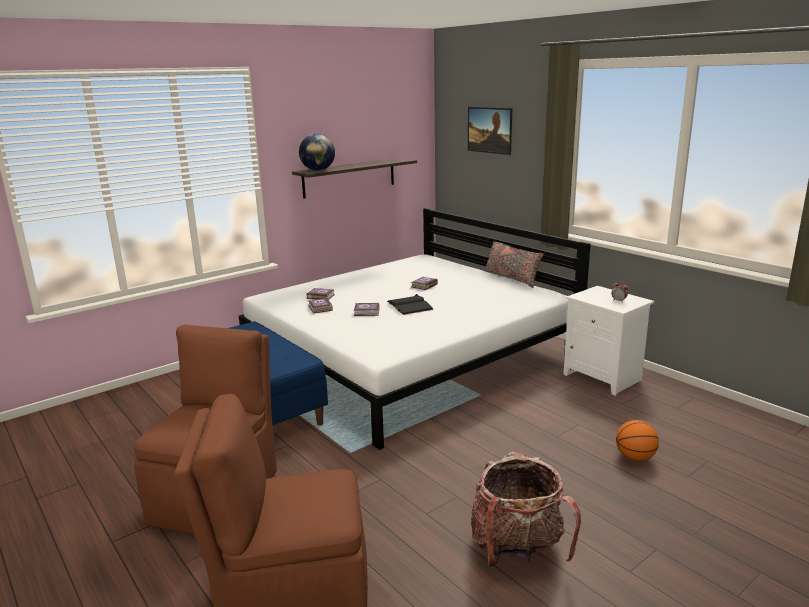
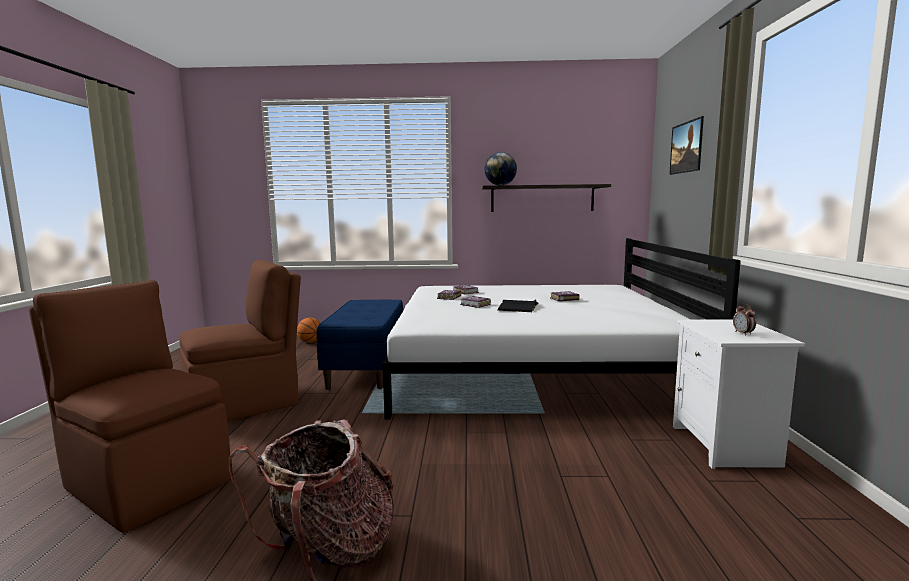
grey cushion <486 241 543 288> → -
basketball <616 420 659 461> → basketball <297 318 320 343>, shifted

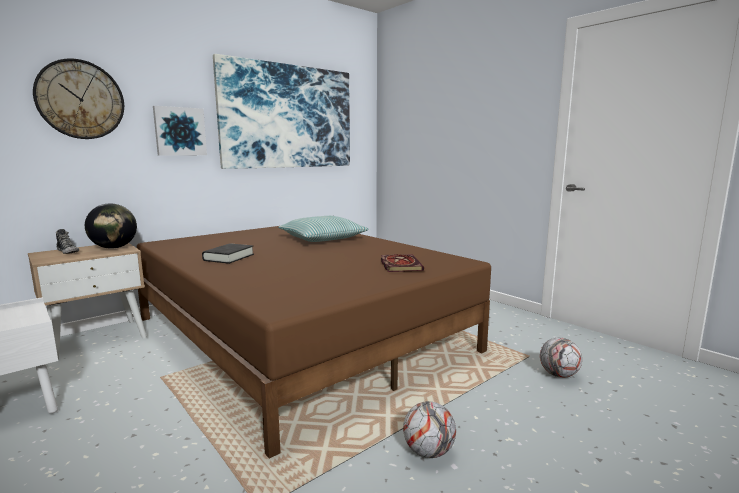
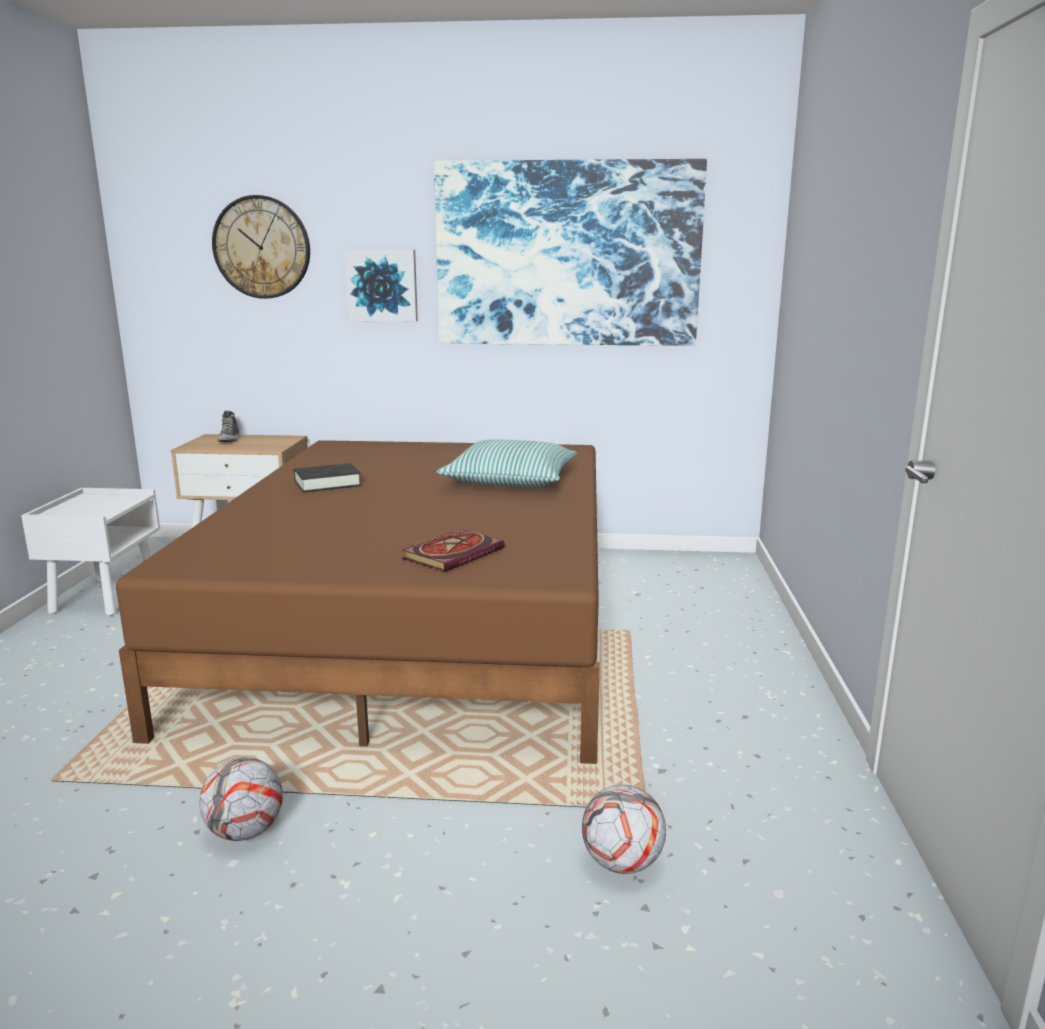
desk globe <85 204 137 249> → -

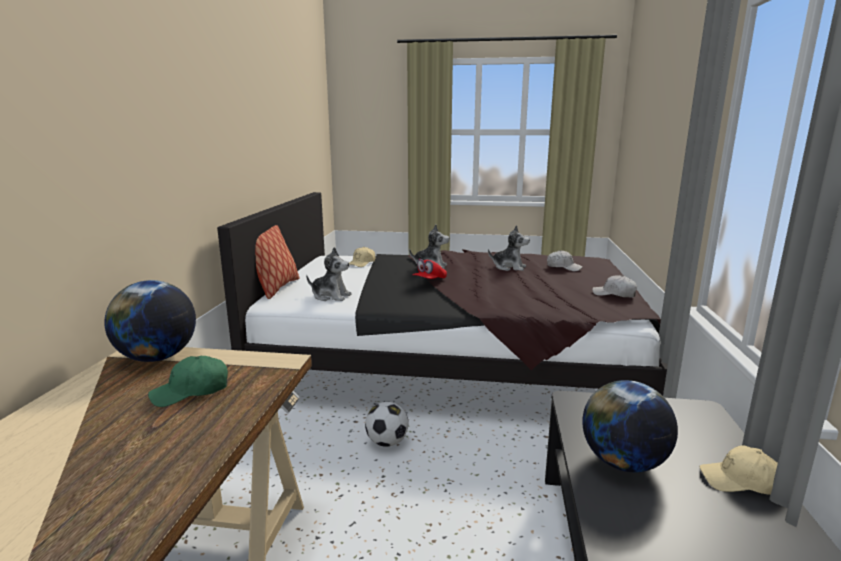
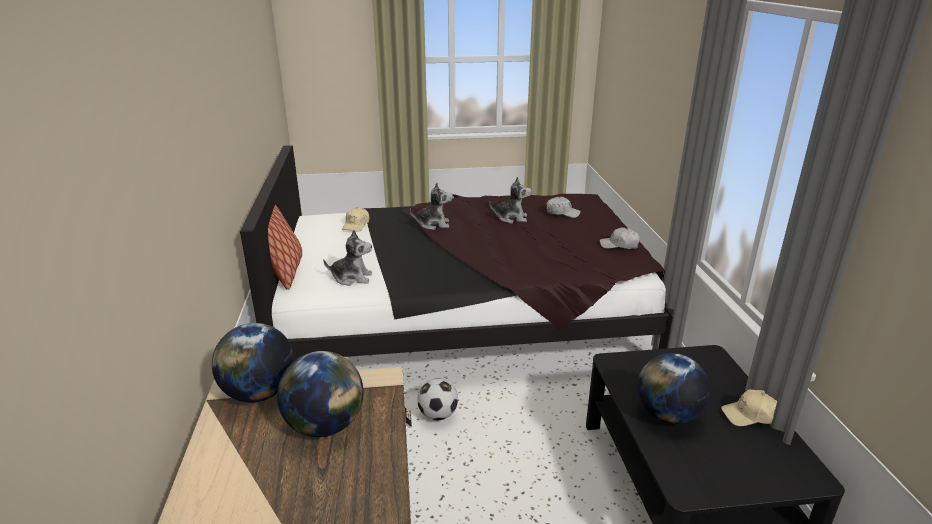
reddish cap <412 259 447 279> → -
greenish cap <148 356 228 407> → desk globe <277 351 363 437>

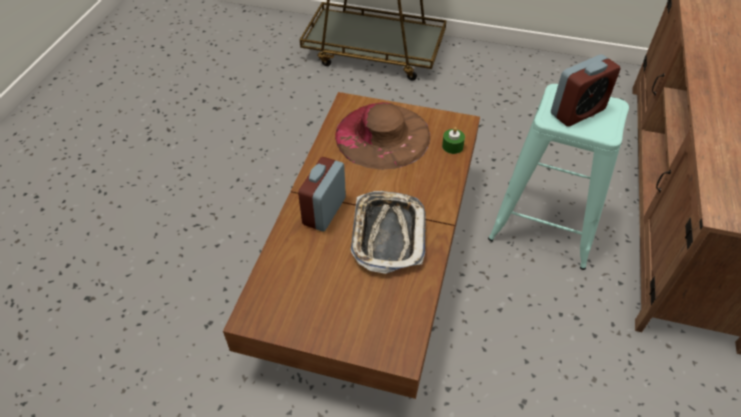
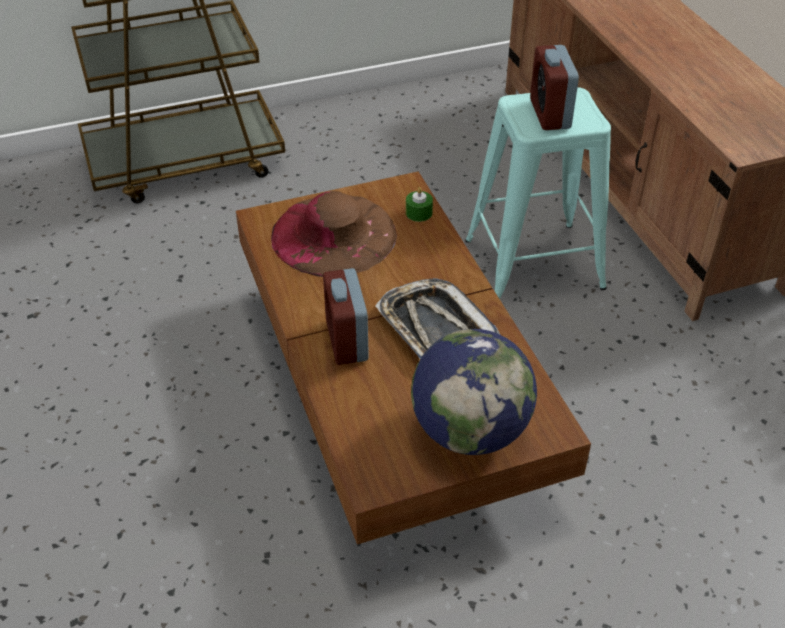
- → desk globe <411 329 537 455>
table clock <551 54 621 127> → table clock <530 45 579 130>, 150 degrees clockwise

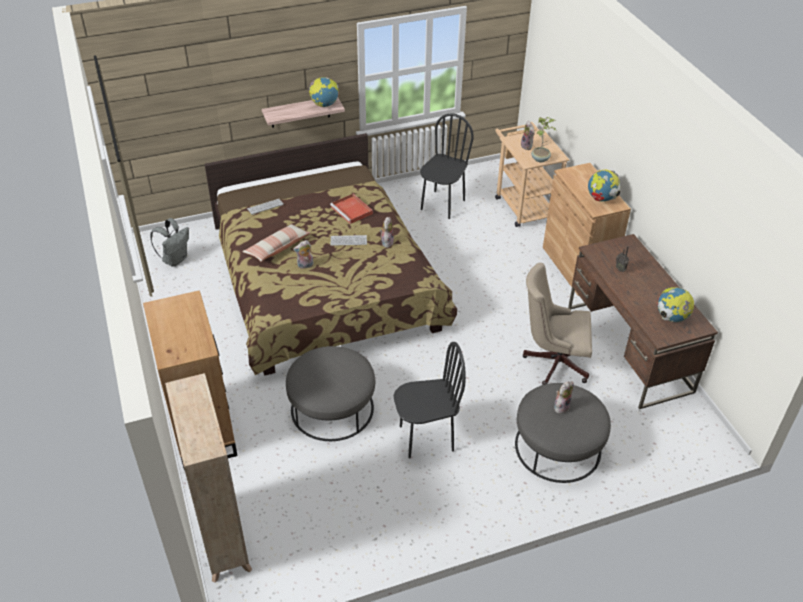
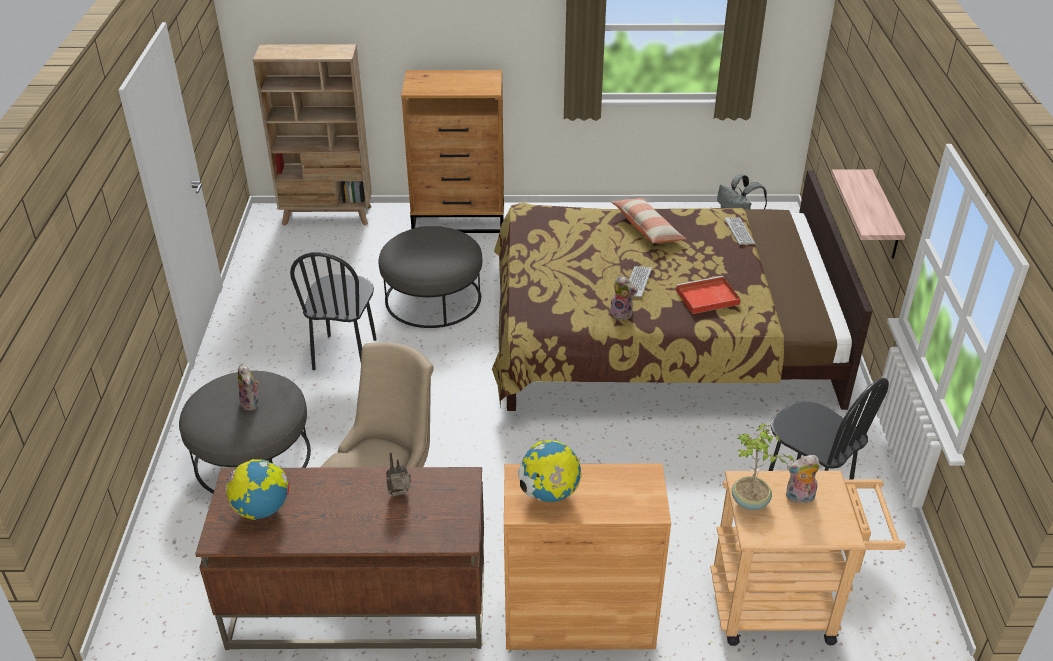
cuddly toy <293 240 313 269> → -
desk globe <309 77 339 107> → -

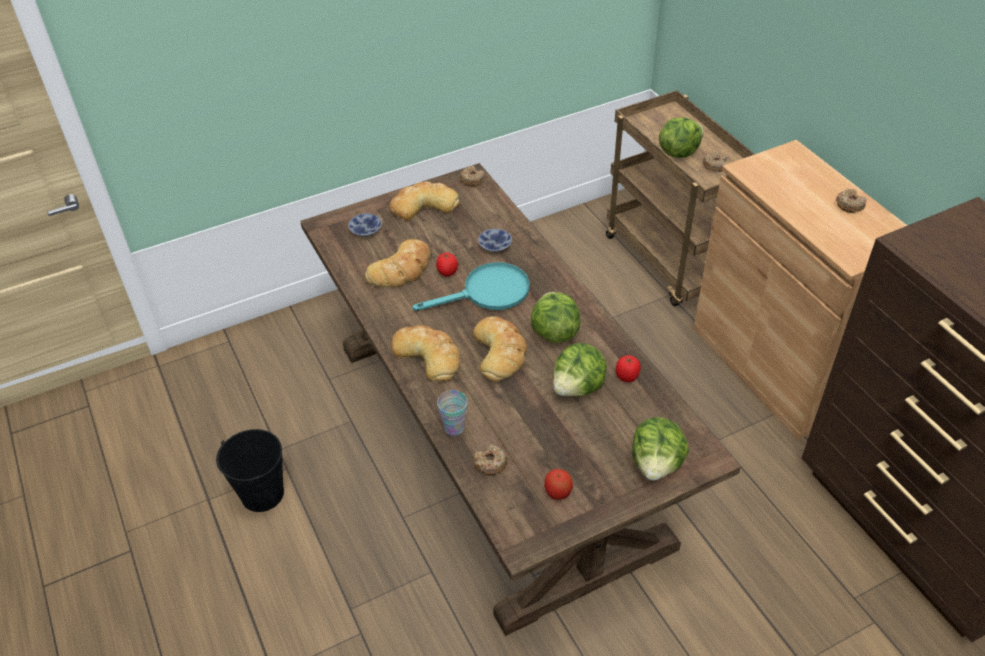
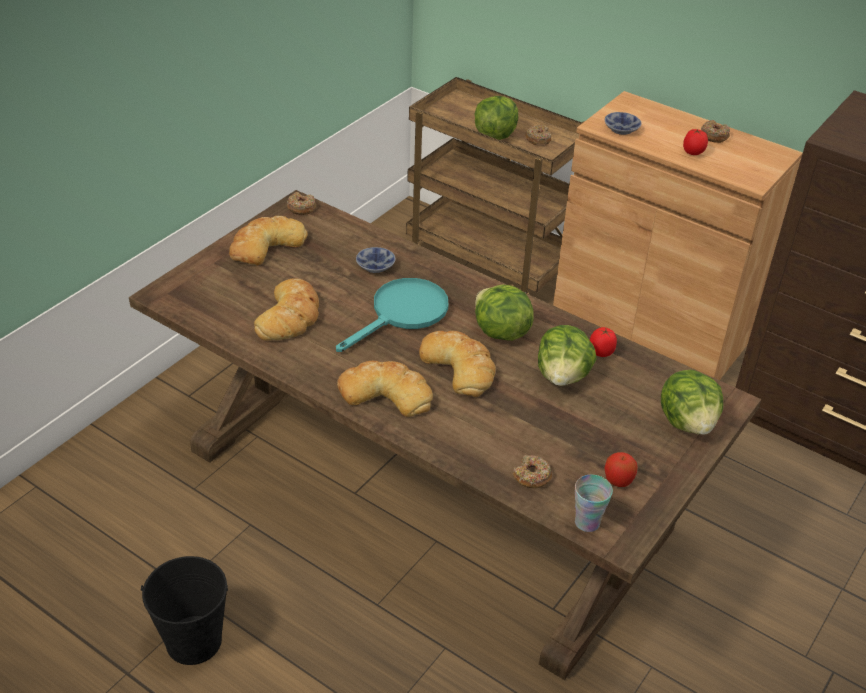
serving bowl <349 213 382 237> → serving bowl <605 112 641 135>, shifted
tomato <436 253 458 276> → tomato <683 129 708 155>, shifted
drinking cup <437 390 467 436> → drinking cup <575 475 613 532>, shifted

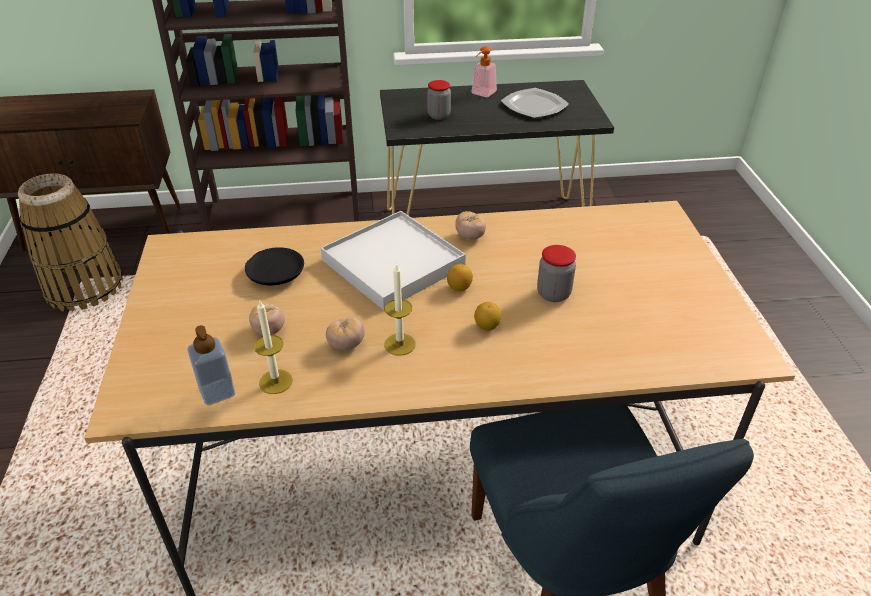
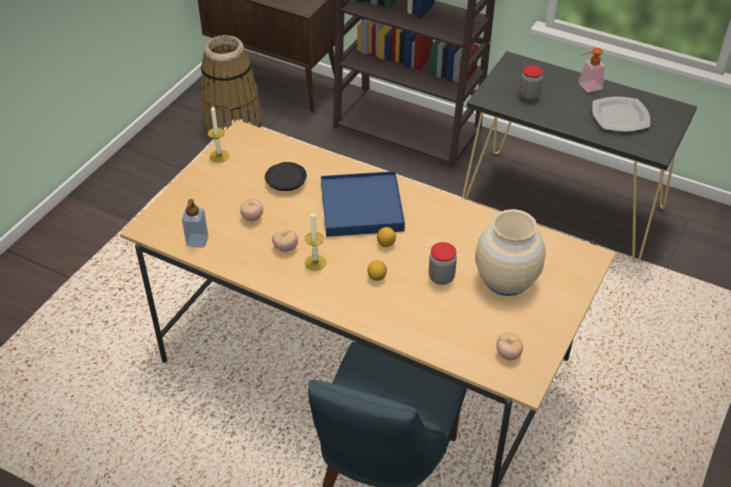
- → sand-coloured vase <475 209 546 296>
wax candle <254 299 293 394> → wax candle <208 105 229 163>, shifted
tomato <455 211 486 240> → tomato <496 332 523 360>, shifted
white tray <321 211 466 311> → blue tray <321 171 405 237>

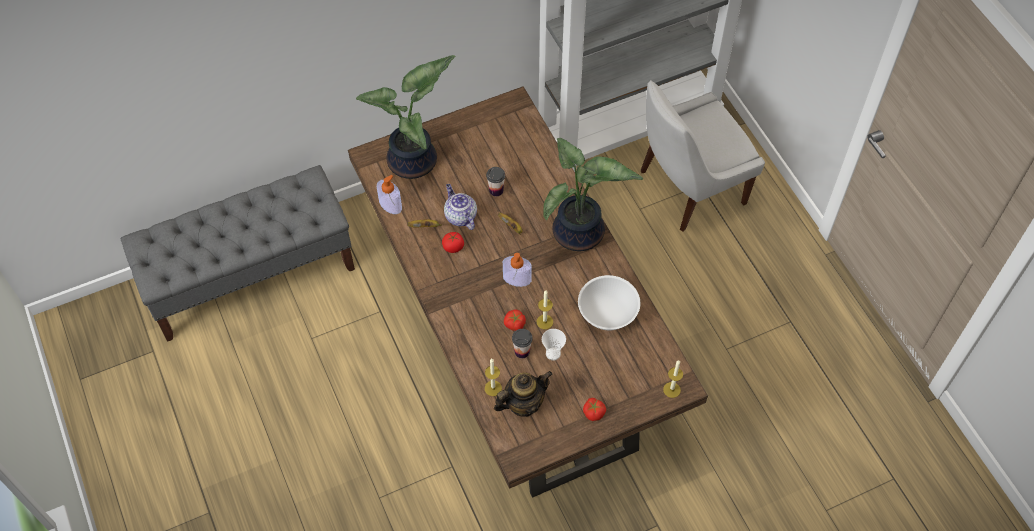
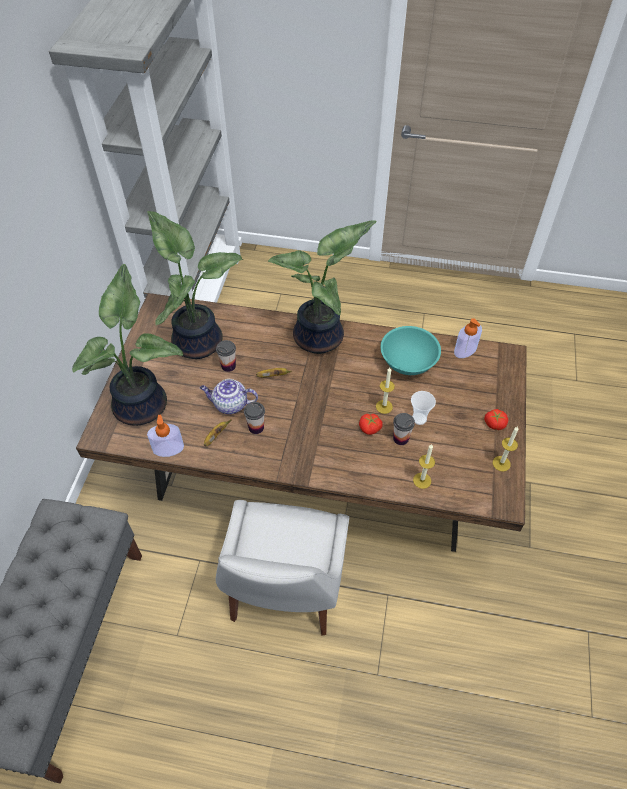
teapot <494 371 553 417> → -
- → houseplant <147 211 244 359>
liquid soap bottle <503 253 532 287> → liquid soap bottle <454 318 482 358>, shifted
white chair <641 80 765 232> → white chair <216 500 349 636>, shifted
wax candle <663 360 683 398> → wax candle <493 426 518 472>, shifted
tomato <442 232 464 253> → drinking cup <244 402 265 434>
white serving bowl <578 275 640 330> → turquoise serving bowl <380 326 441 375>

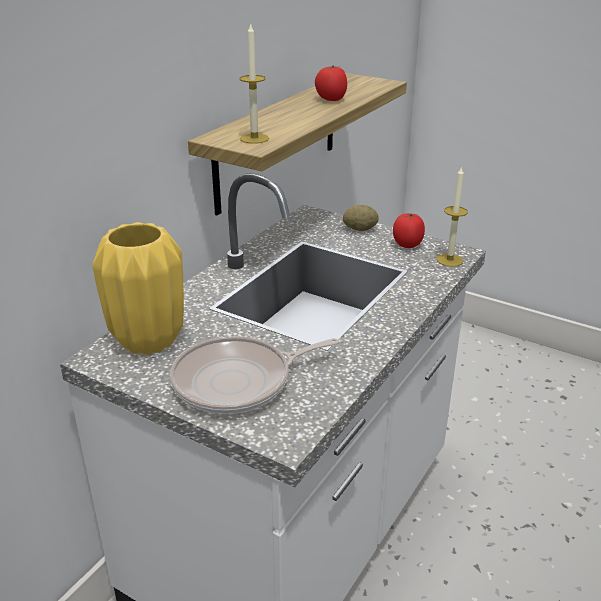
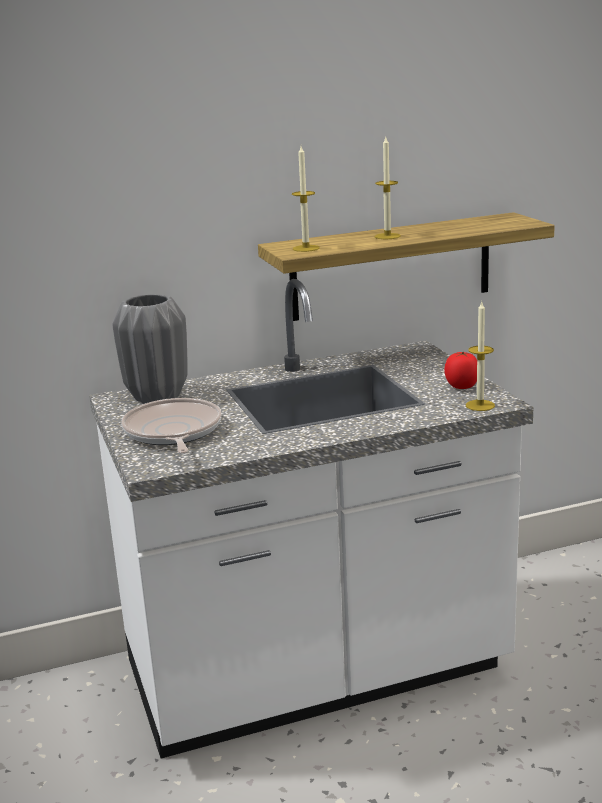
tomato <315 65 347 101> → -
potato <343 205 379 231> → -
- → wax candle <375 137 401 239>
yellow-coloured vase <92 222 184 355> → grey vase <112 294 187 404>
frying pan <170 336 339 414> → frying pan <121 398 222 453>, 60 degrees clockwise

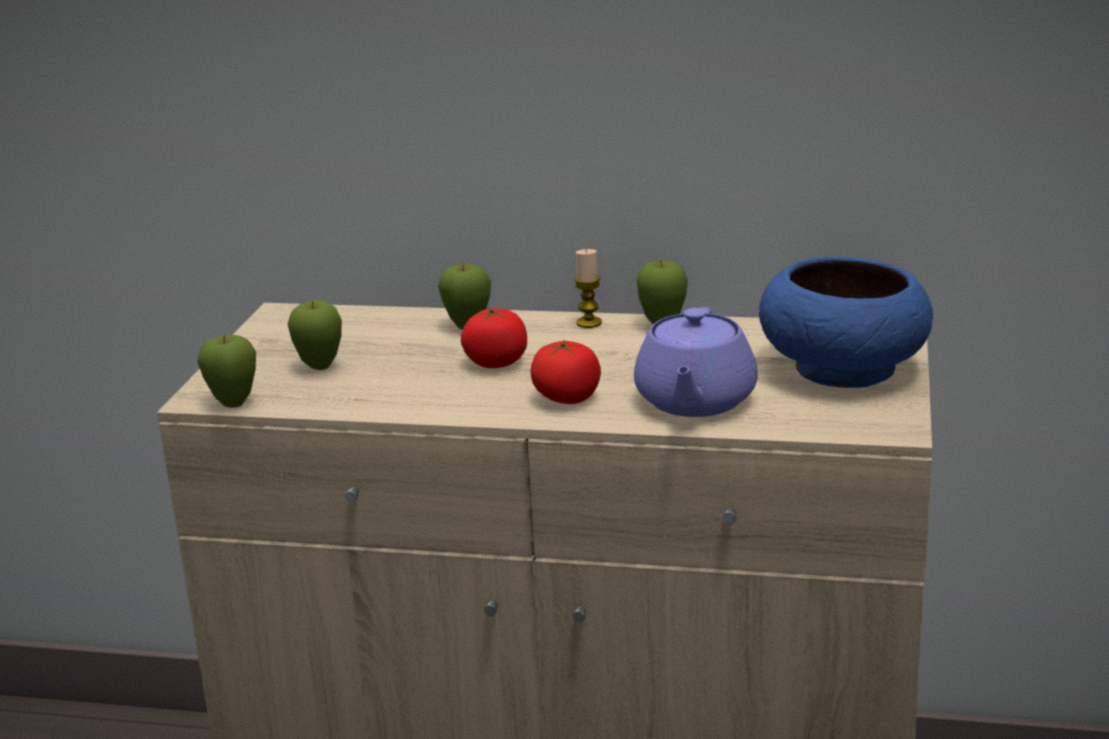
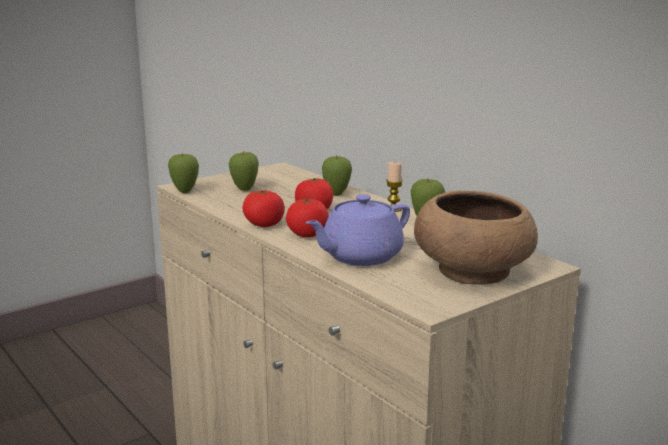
- → tomato <242 190 285 227>
blue serving bowl <759 256 933 388> → brown serving bowl <414 190 538 285>

